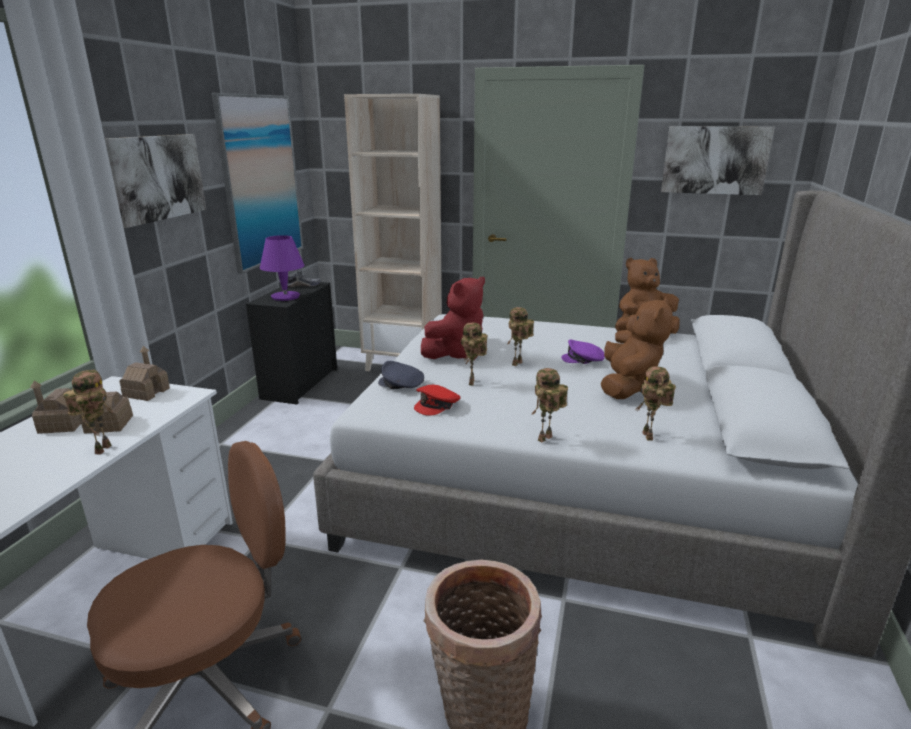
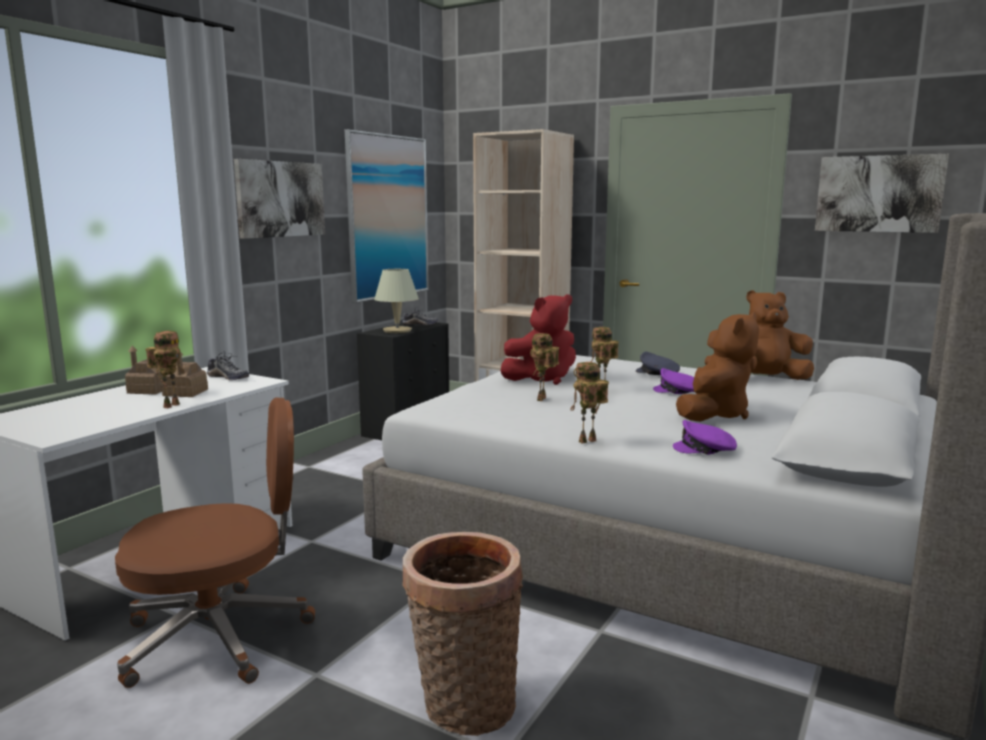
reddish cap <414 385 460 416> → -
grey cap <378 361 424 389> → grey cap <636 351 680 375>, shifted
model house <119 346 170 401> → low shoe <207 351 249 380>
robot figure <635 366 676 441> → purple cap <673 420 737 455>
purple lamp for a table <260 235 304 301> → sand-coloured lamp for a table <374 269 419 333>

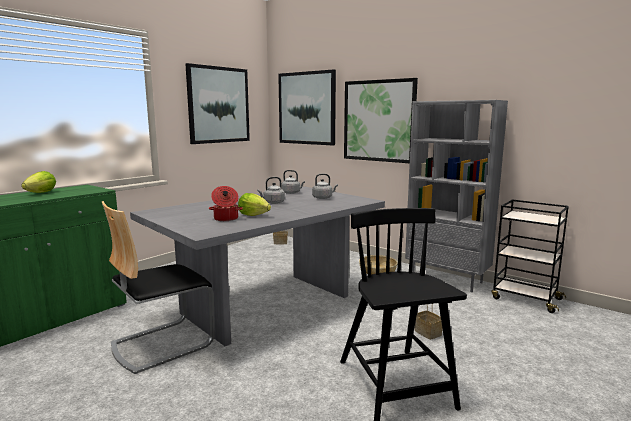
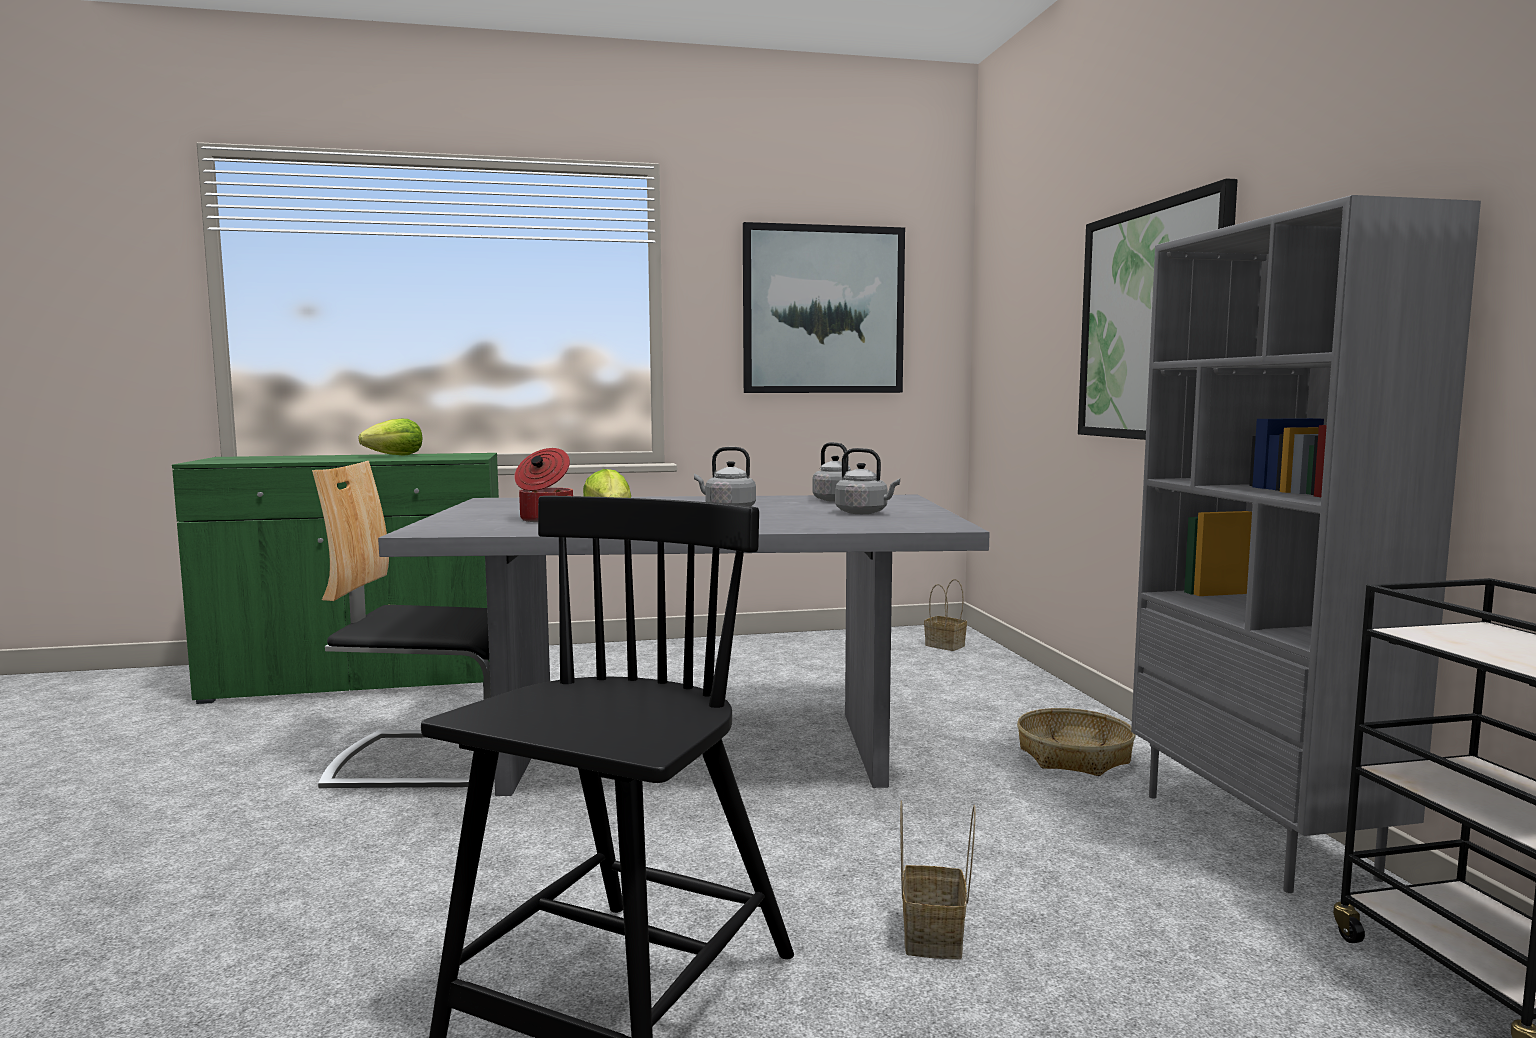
wall picture <278 69 336 146> → -

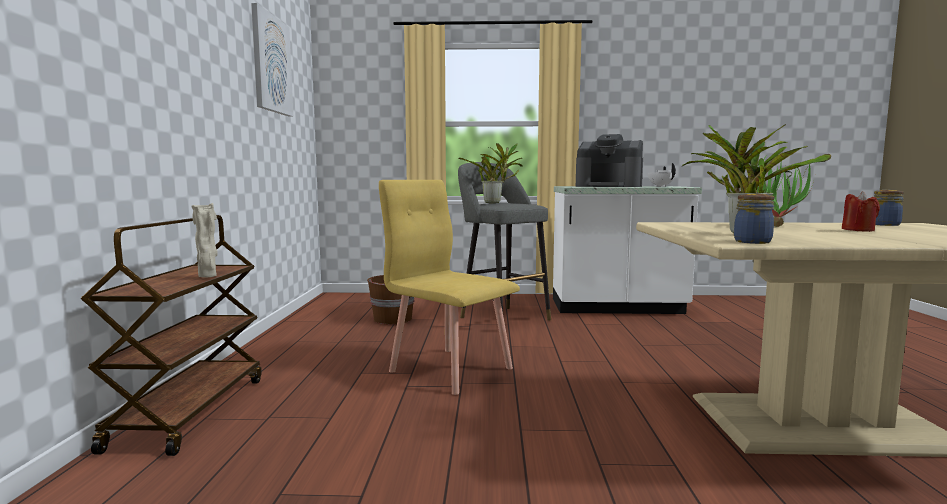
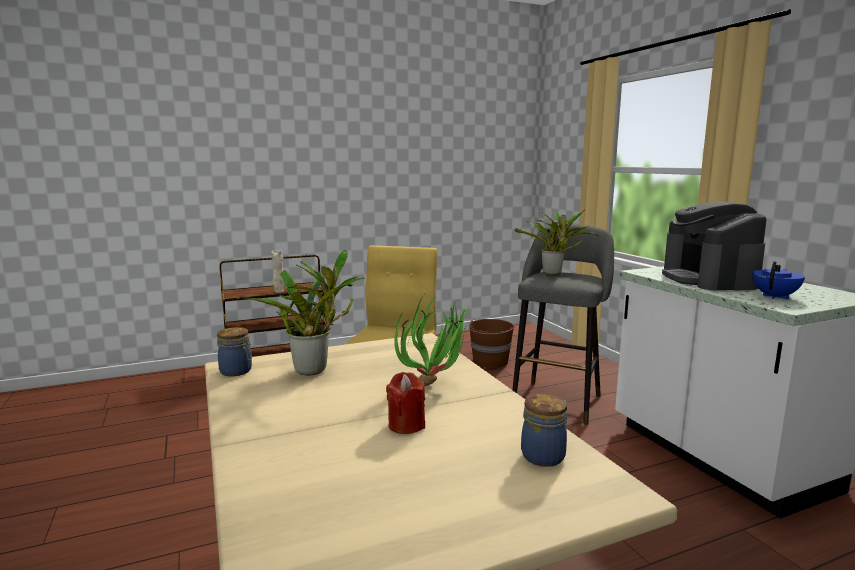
wall picture <251 3 293 117> → -
white teapot <648 163 676 187> → blue teapot <752 261 805 299>

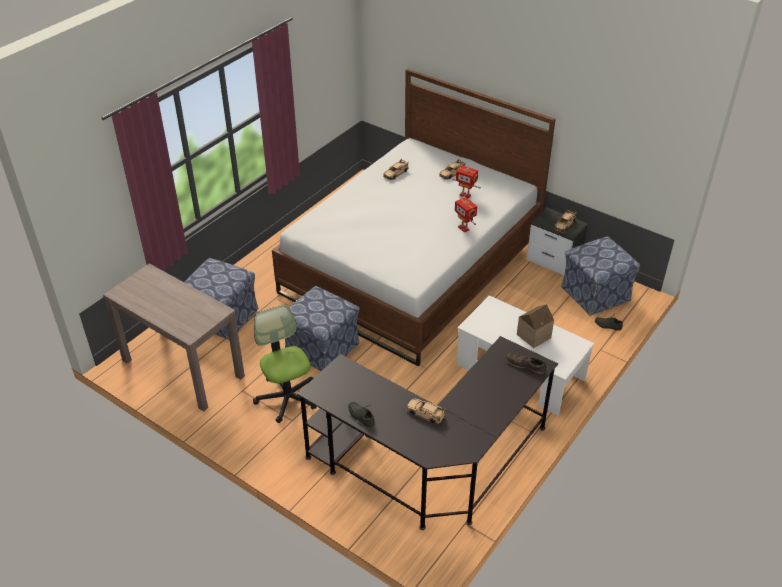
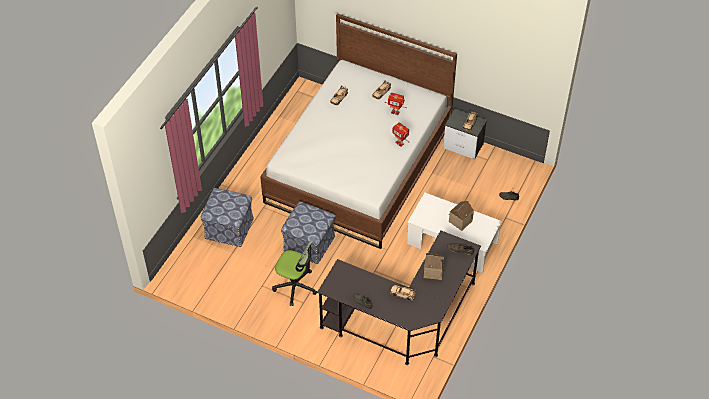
brown console table <103 263 245 411> → -
footrest <561 237 640 316> → -
- → model house <424 253 444 280>
desk chair <253 304 317 423> → desk chair <272 240 317 306>, 150 degrees clockwise

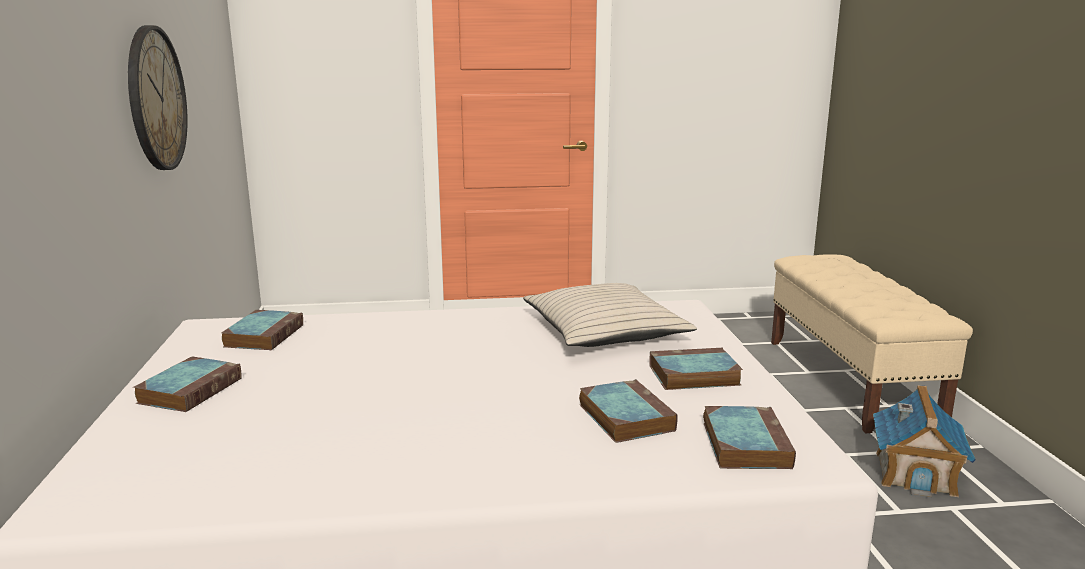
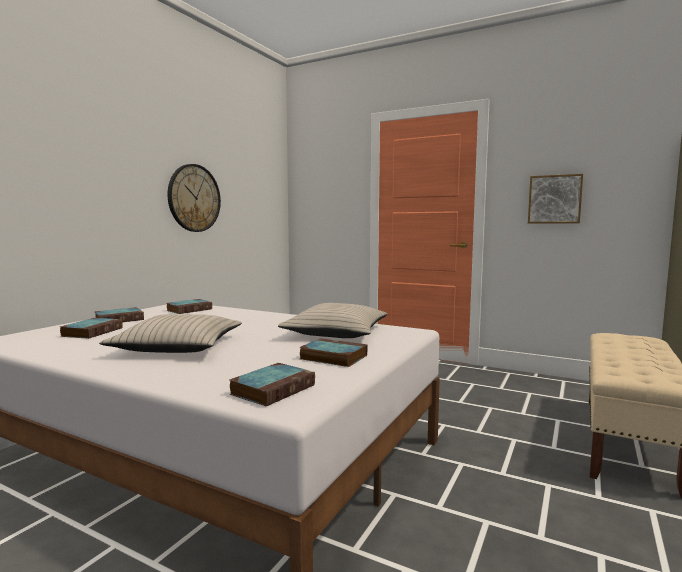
model house <873 385 976 499> → -
- → sand-coloured cushion <99 314 242 353>
- → wall picture <528 174 583 223>
volume <579 379 678 443> → volume <60 318 122 339>, shifted

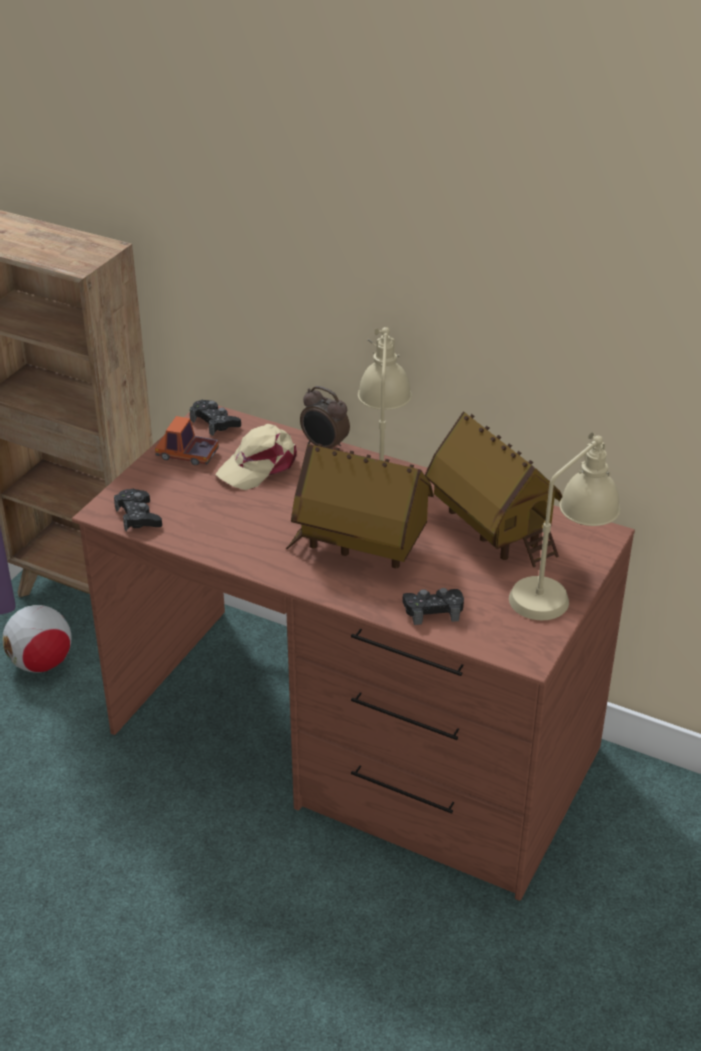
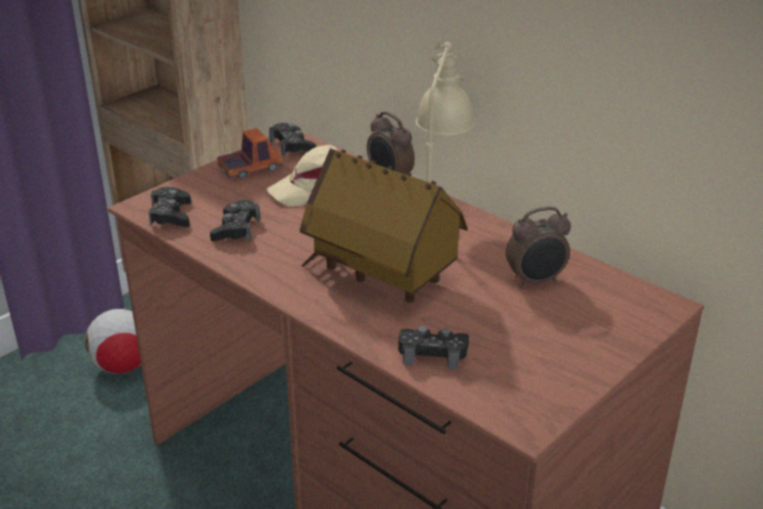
sand-coloured lamp for a table <509 432 620 620> → -
- → blackish gamepad <210 200 261 242>
model house <425 411 562 567> → table clock <506 206 571 288>
toy truck <155 416 219 466> → toy truck <217 128 283 179>, 120 degrees clockwise

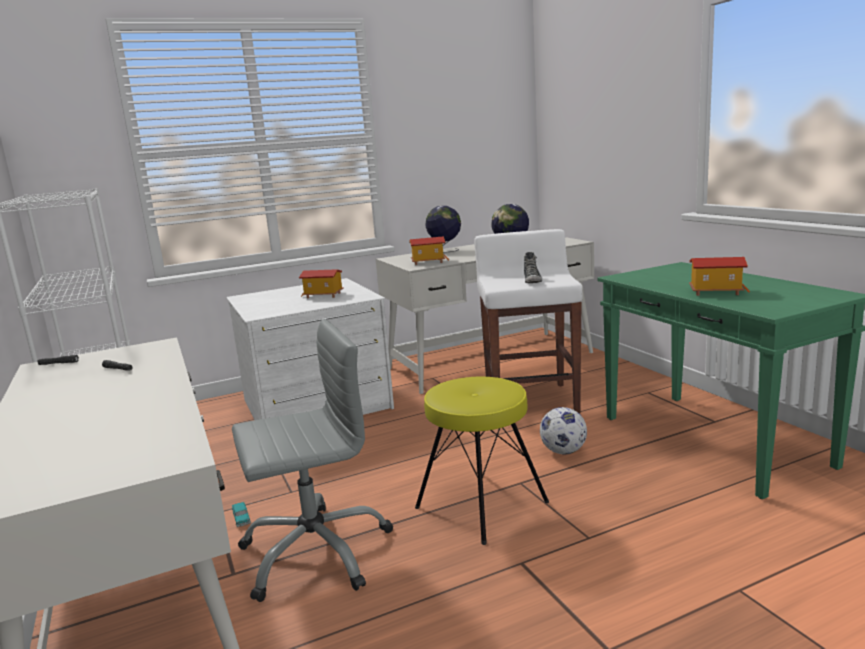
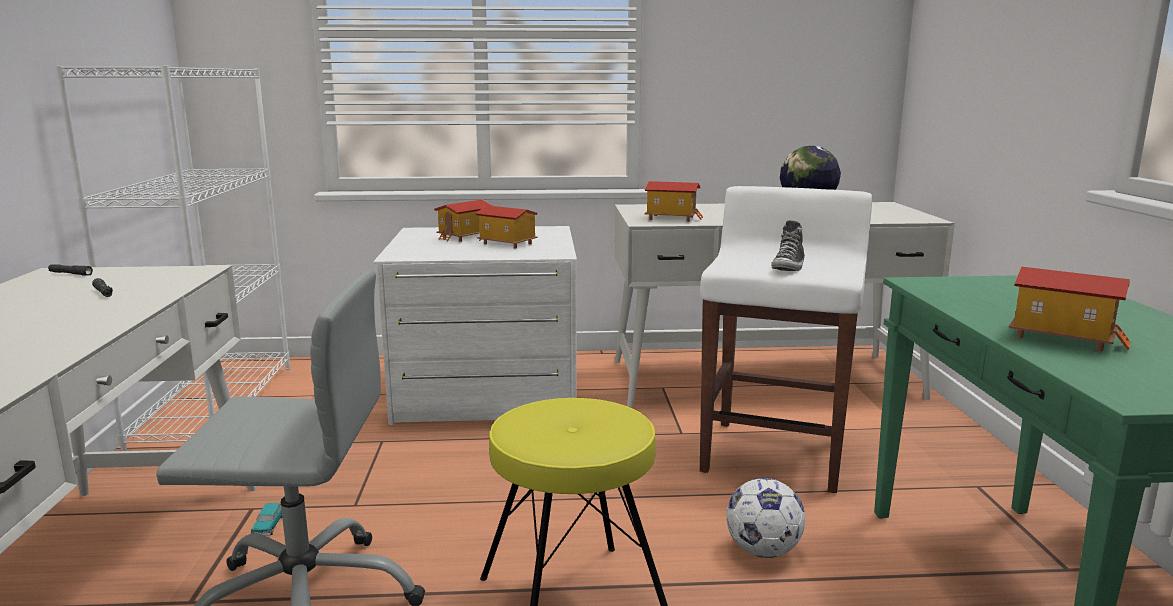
desk globe <426 206 461 253> → -
- → model house <434 199 492 242>

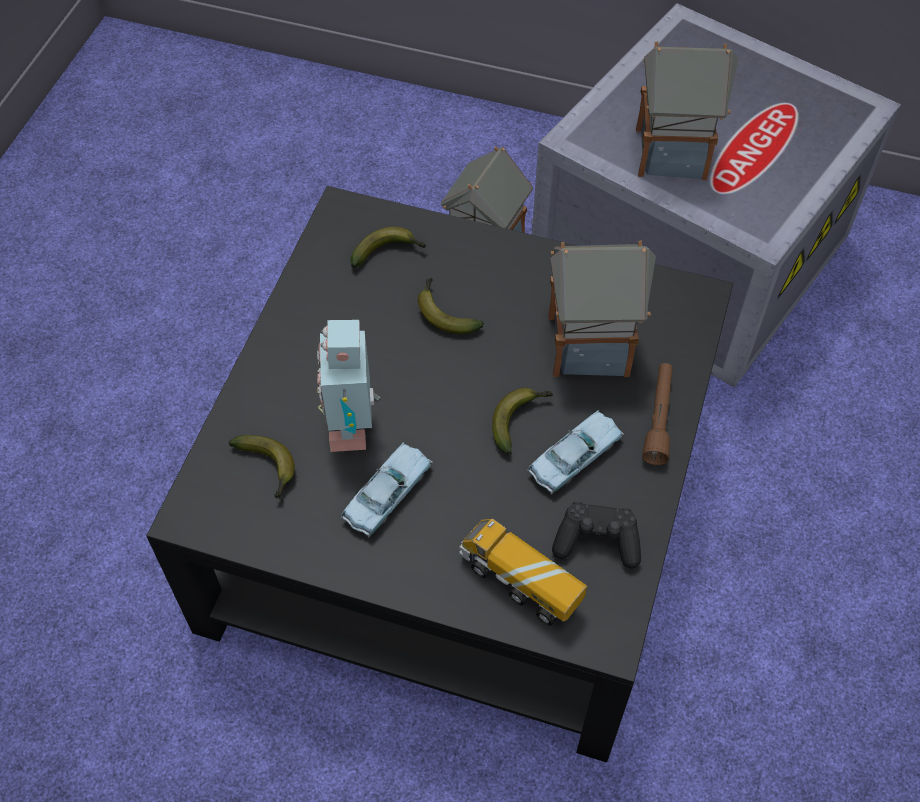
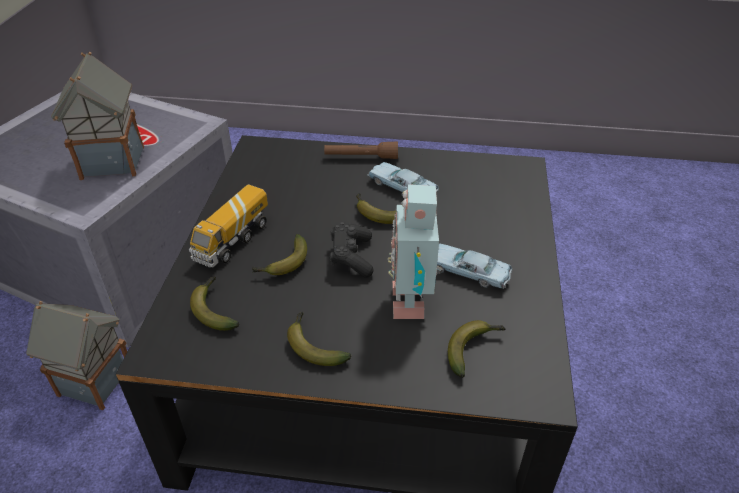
model house <548 240 656 377> → -
- → banana fruit <287 312 351 366>
toy truck <459 519 587 626> → toy truck <189 184 268 268>, shifted
blackish gamepad <552 501 641 569> → blackish gamepad <330 222 373 278>, shifted
robot figure <317 320 381 452> → robot figure <388 184 443 319>, 105 degrees clockwise

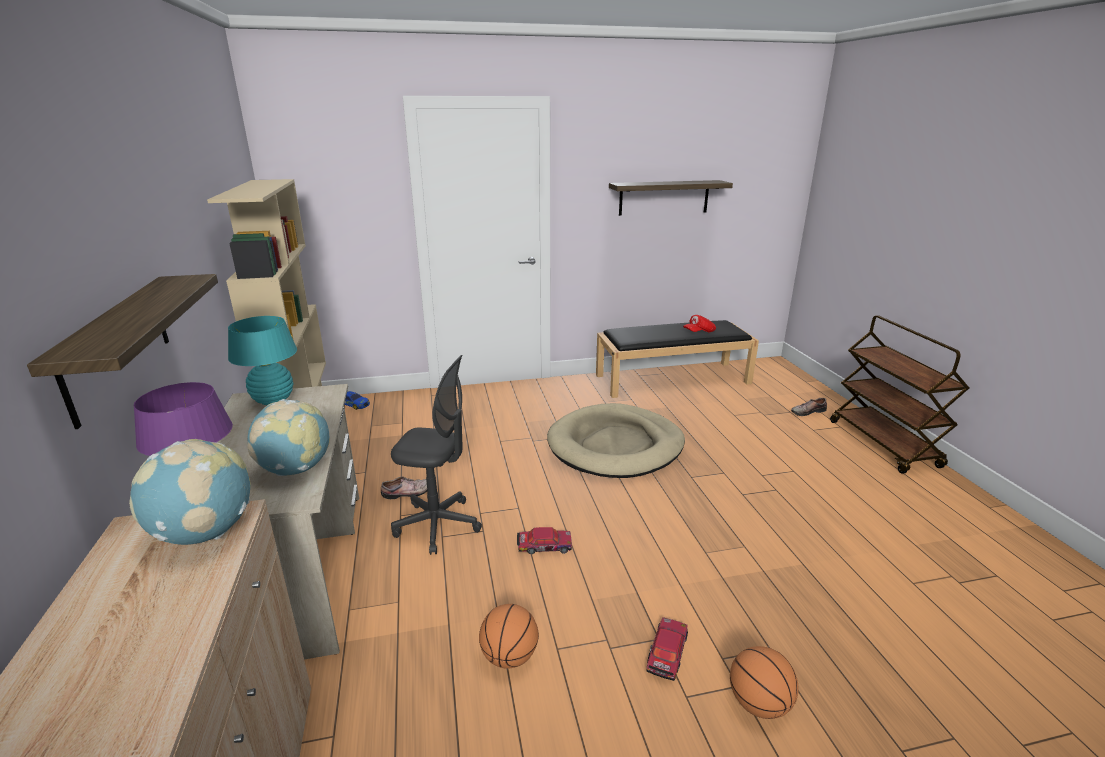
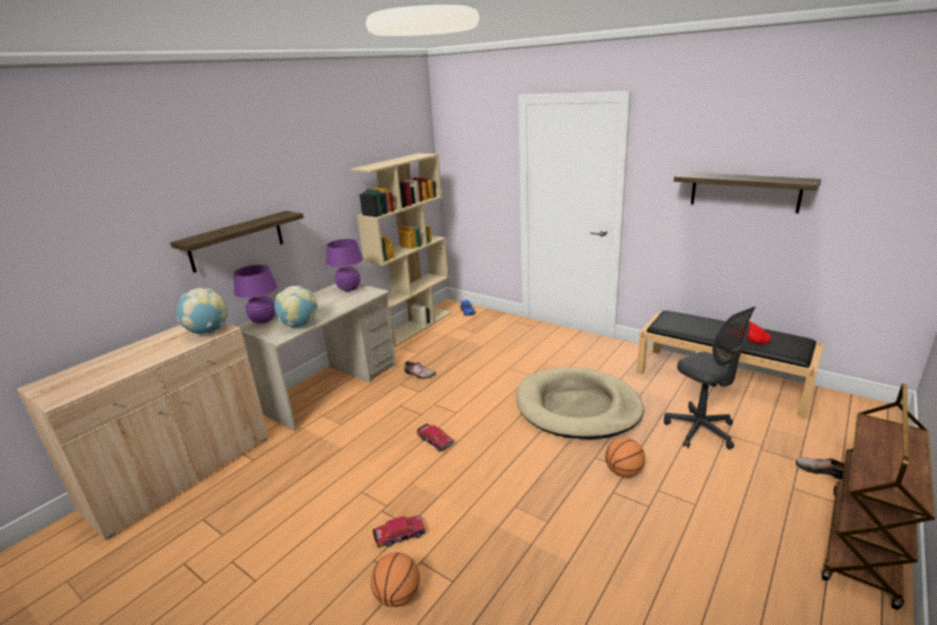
grey desk chair <391 355 482 555> → grey desk chair <664 306 755 450>, shifted
basketball <479 604 539 669> → basketball <605 438 645 477>, shifted
turquoise lamp for a table <228 316 297 405> → purple lamp for a table <326 239 363 291>

